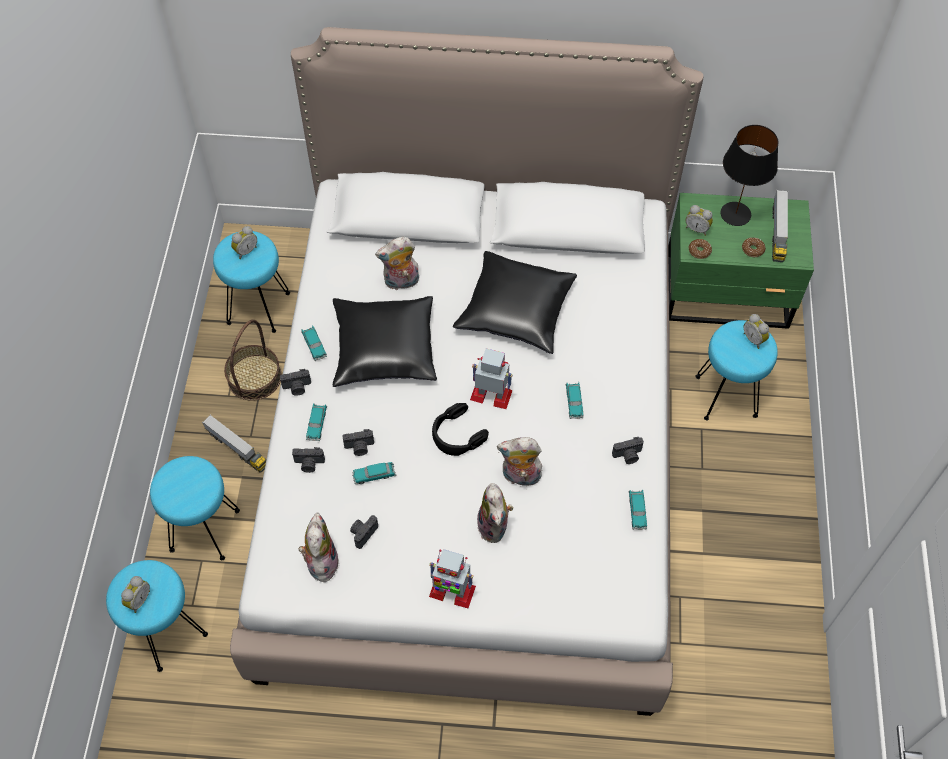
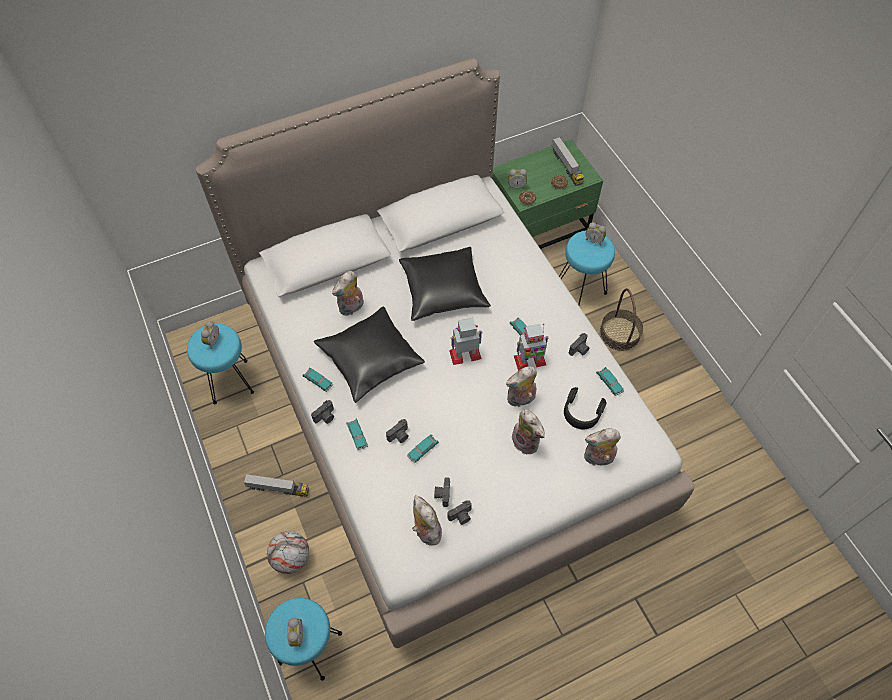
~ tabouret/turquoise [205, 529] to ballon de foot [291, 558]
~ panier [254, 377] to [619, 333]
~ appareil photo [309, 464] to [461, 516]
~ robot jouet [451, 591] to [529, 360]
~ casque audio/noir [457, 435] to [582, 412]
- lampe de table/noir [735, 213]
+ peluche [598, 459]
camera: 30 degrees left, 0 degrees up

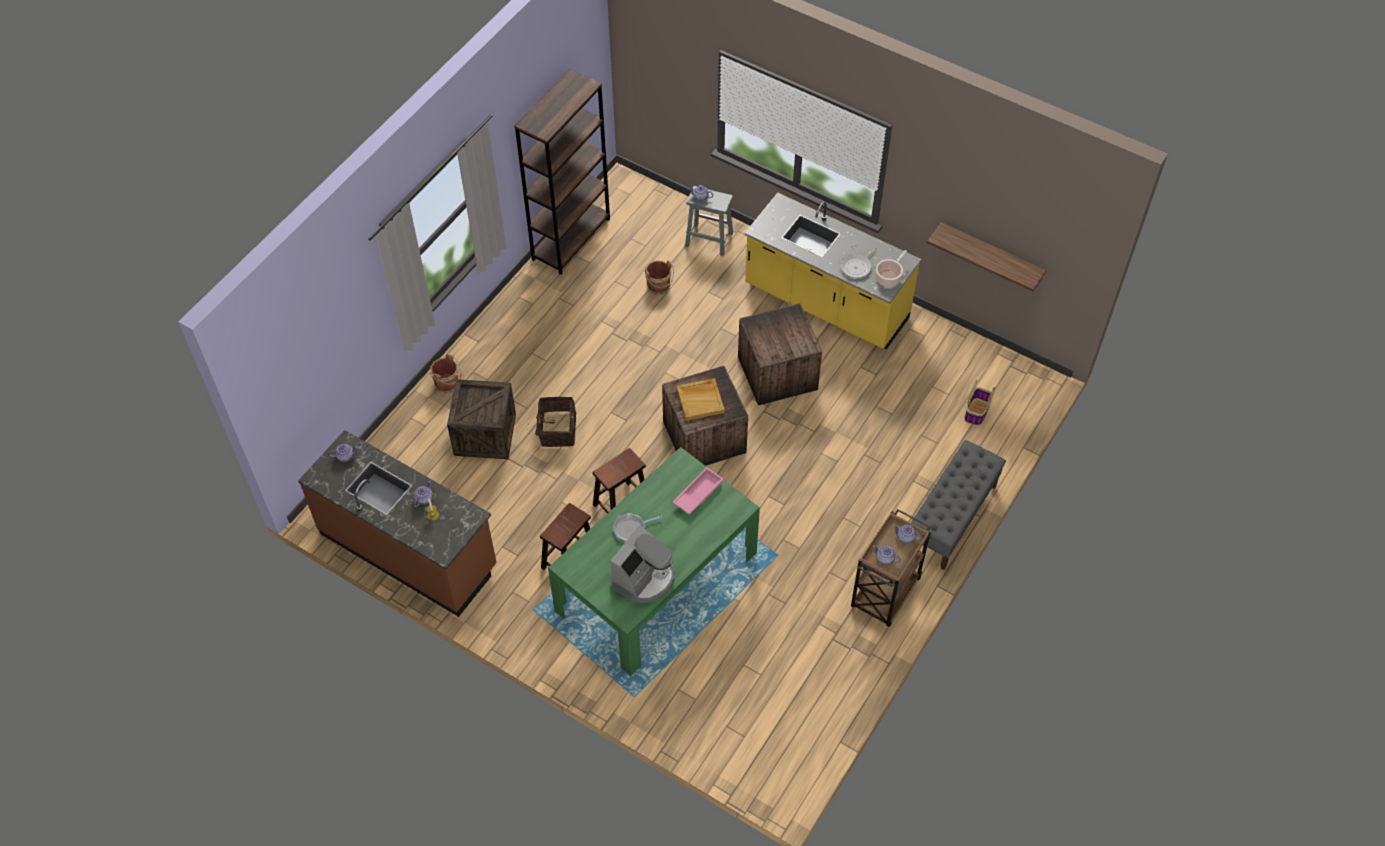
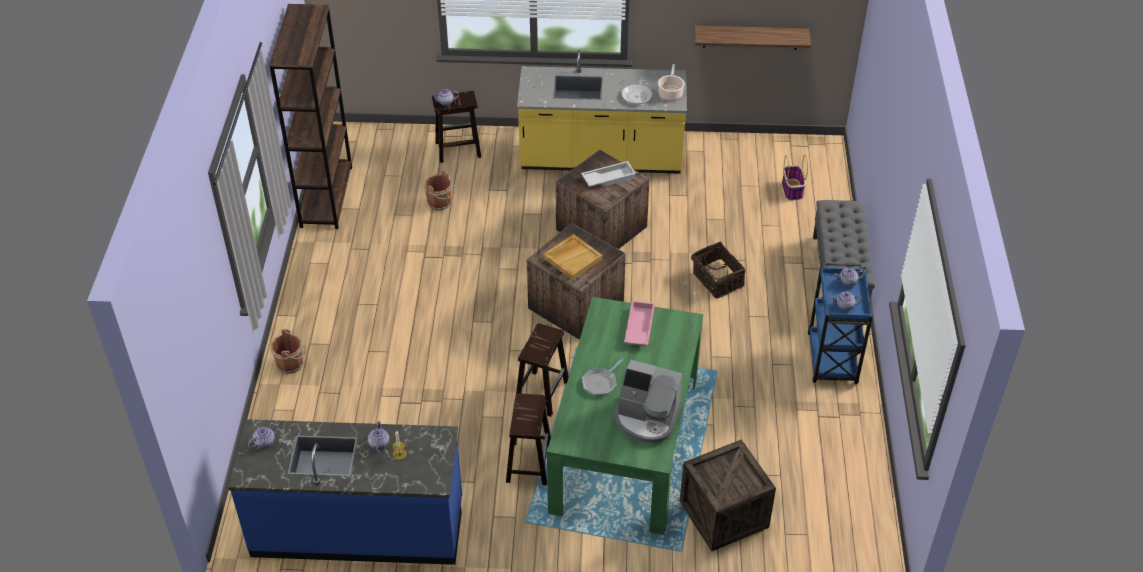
~ comptoir de cuisine/marron [409, 549] to comptoir de cuisine/bleu [358, 527]
~ caisse [485, 434] to [724, 514]
~ panier [556, 429] to [716, 280]
~ machine à café [644, 578] = [646, 418] 105 degrees clockwise
~ tabouret/gris [708, 239] to tabouret/marron [457, 150]
~ chariot/marron [885, 594] to chariot/bleu [832, 360]
+ plateau/blanc [608, 178]
camera: 30 degrees left, 10 degrees down

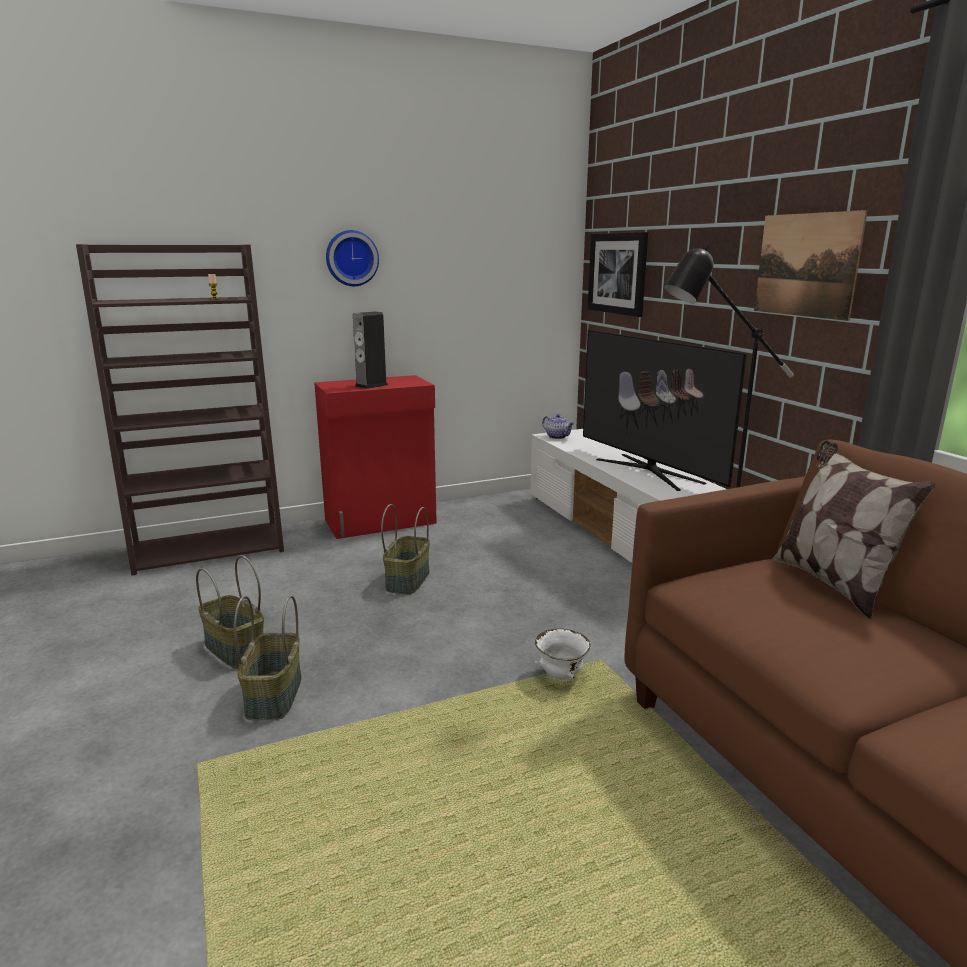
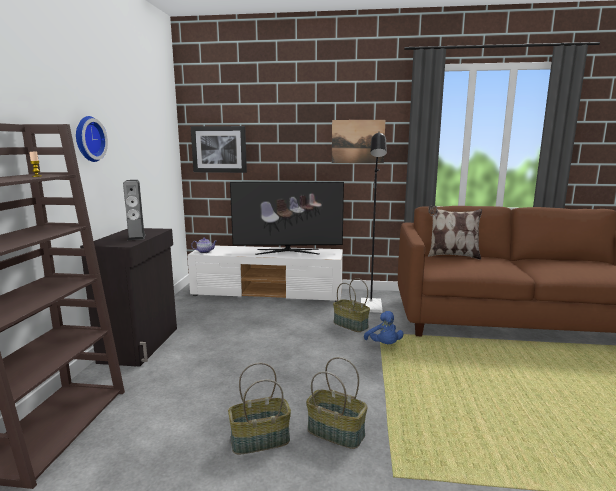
~ meuble de rangement/rouge [381, 522] to meuble de rangement/noir [141, 344]
~ panier [407, 580] to [350, 325]
~ bol/blanc [561, 676] to peluche/bleu [384, 345]
camera: 60 degrees left, 5 degrees down

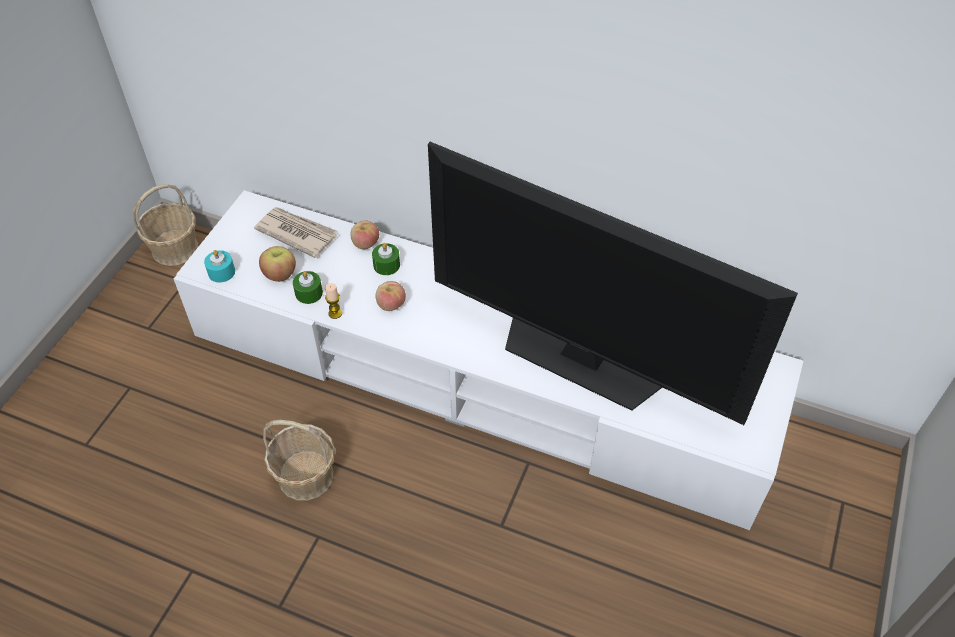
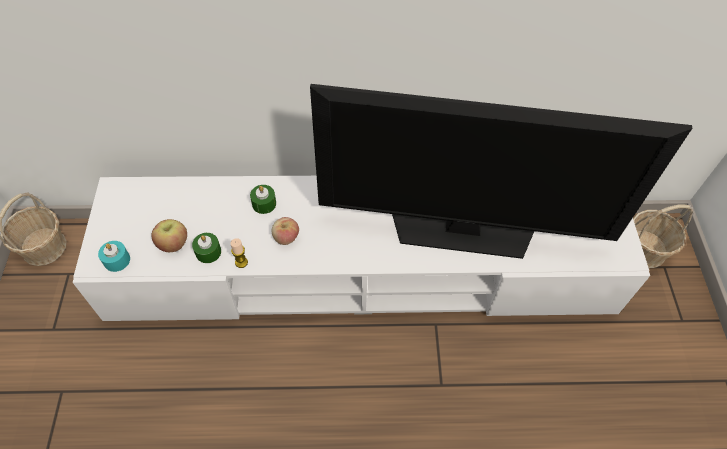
- journal [296, 233]
~ panier [306, 476] to [645, 250]
- pomme [365, 244]
camera: 25 degrees left, 5 degrees up

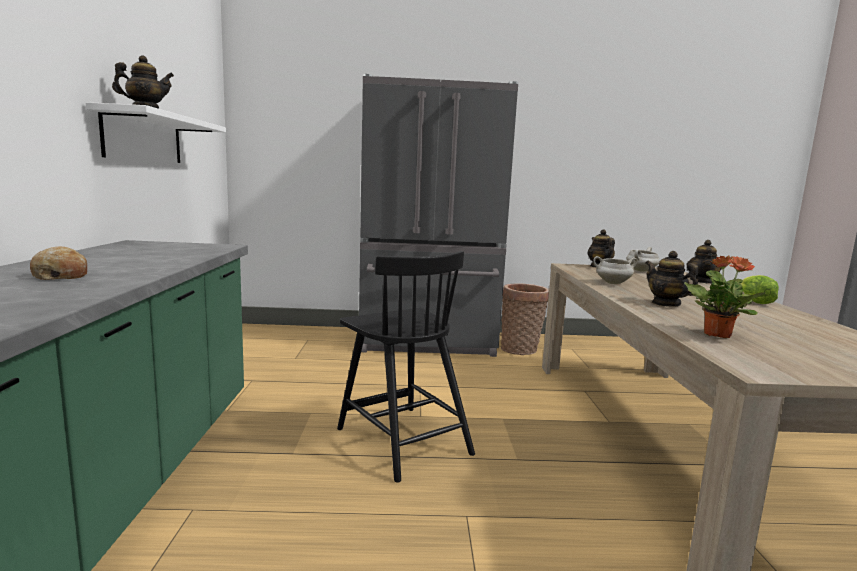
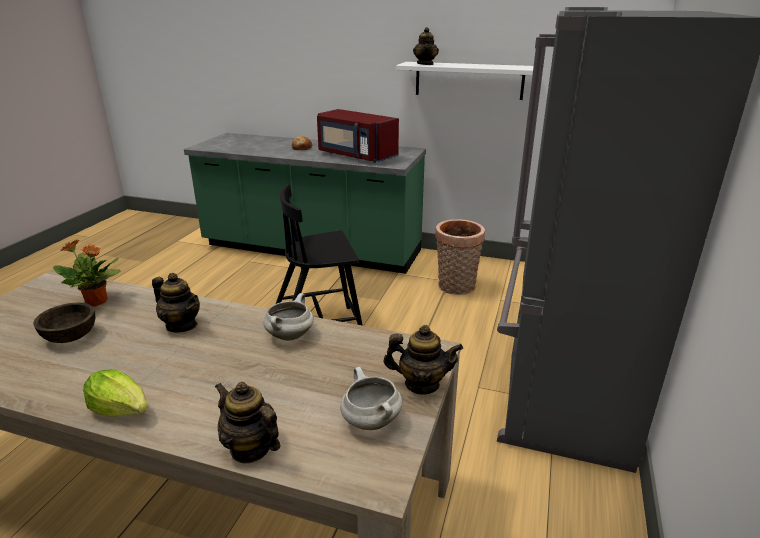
~ panier [521, 349] to [456, 288]
~ théière [666, 304] = [181, 325] 45 degrees clockwise
+ bol/marron [71, 337]
+ micro-ondes/rouge [356, 156]
camera: 110 degrees right, 15 degrees up

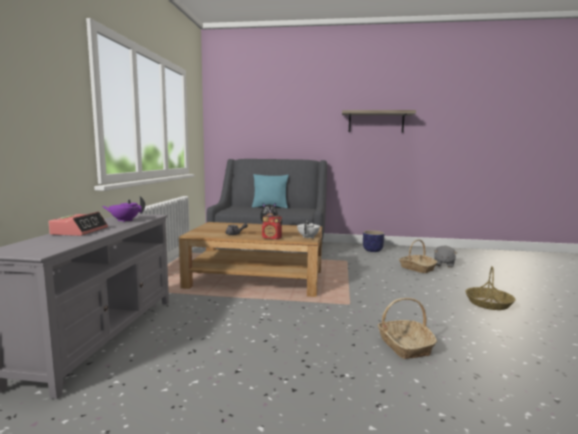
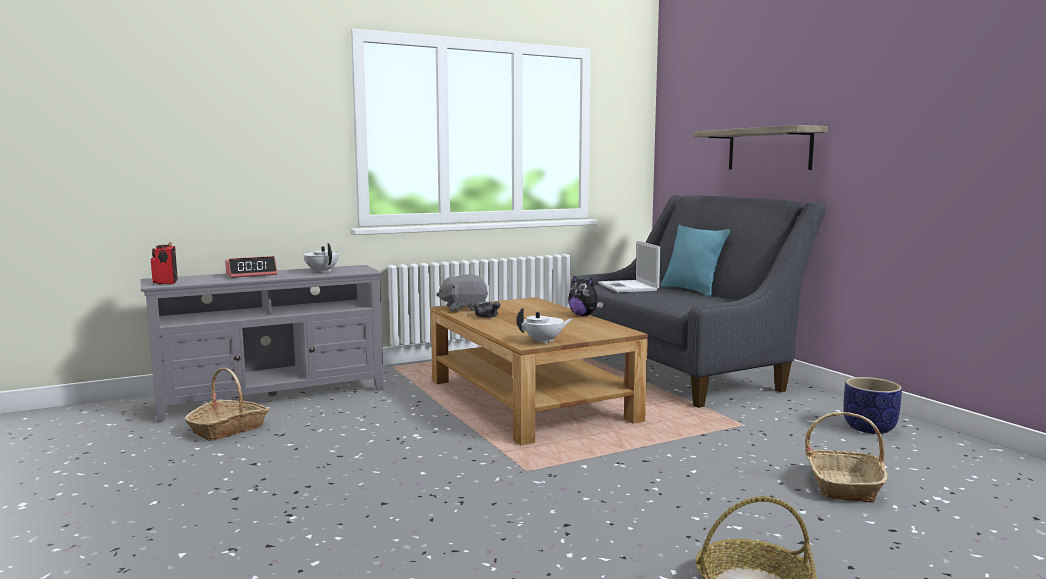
~ théière/violet [125, 220] to théière/blanc [322, 271]
~ radio [272, 238] to [165, 282]
~ étagère [376, 122] to [769, 149]
~ panier [404, 345] to [228, 429]
~ peluche/gris [443, 264] to [463, 309]
+ ordinateur portable [628, 287]
camera: 55 degrees right, 0 degrees up

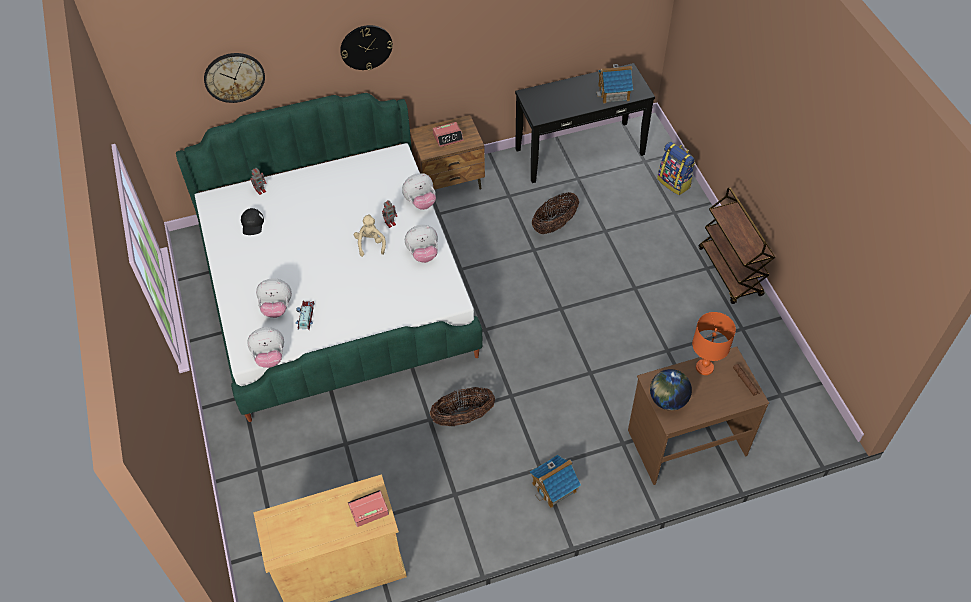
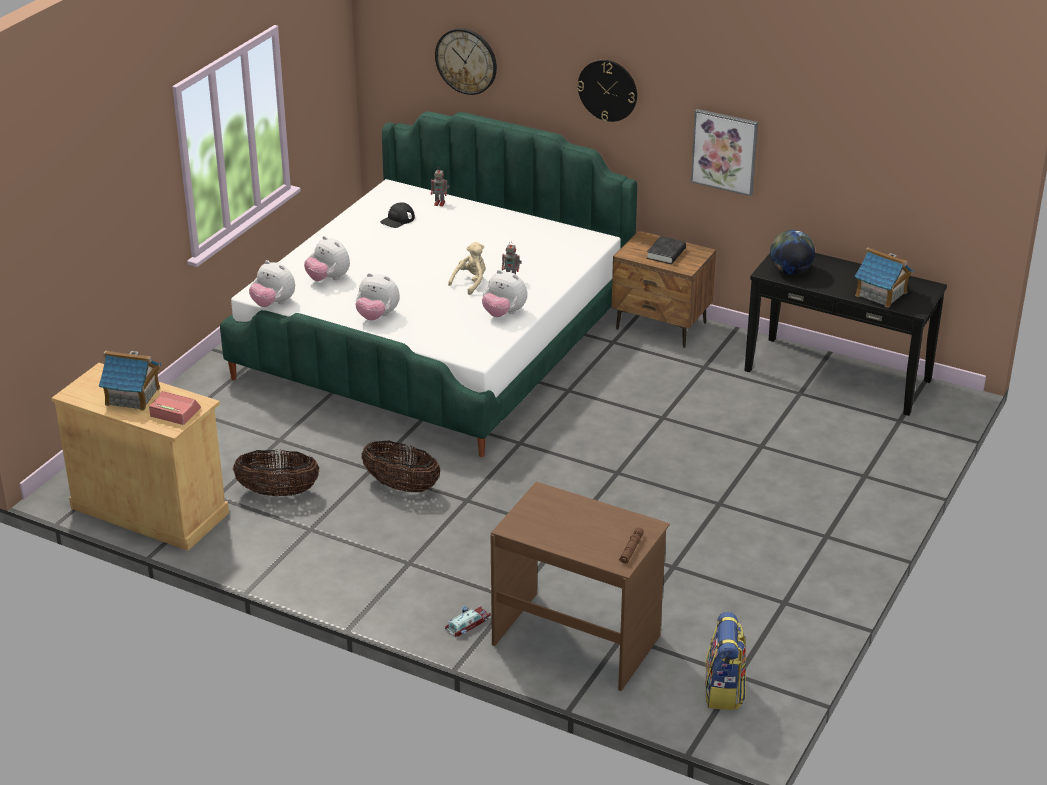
~ petite voiture [305, 317] to [467, 624]
~ peluche [420, 202] to [377, 316]
~ réveil [448, 137] to livre/noir [666, 254]
~ maison miniature [554, 487] to [133, 396]
~ panier [554, 225] to [278, 492]
~ globe [667, 400] to [790, 271]
~ sac à dos [674, 183] to [724, 691]
- lampe de table/orange [704, 368]
- chariot/marron [730, 272]
+ tableau [725, 151]
camera: 45 degrees right, 20 degrees down

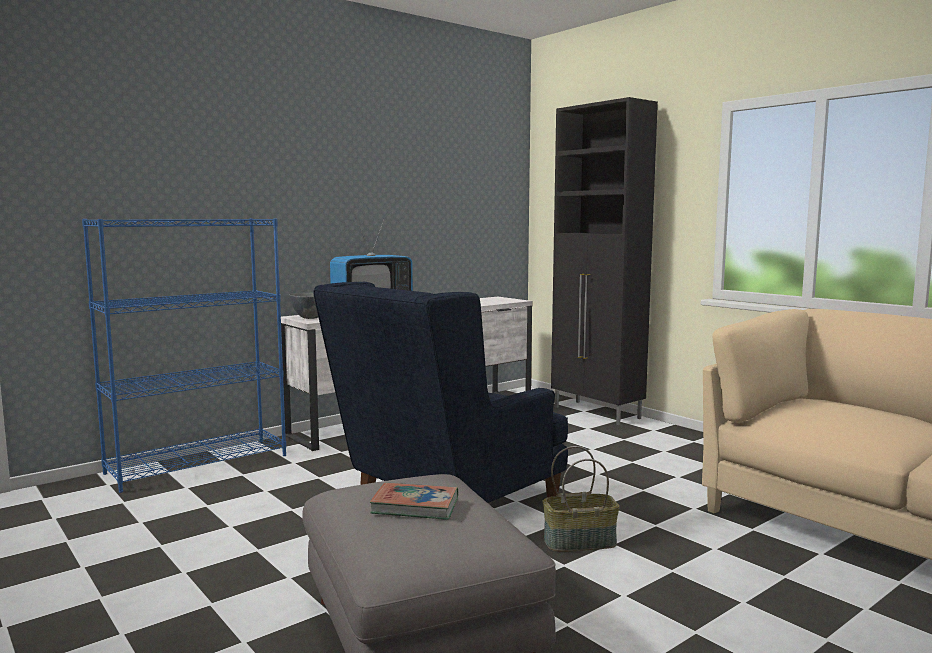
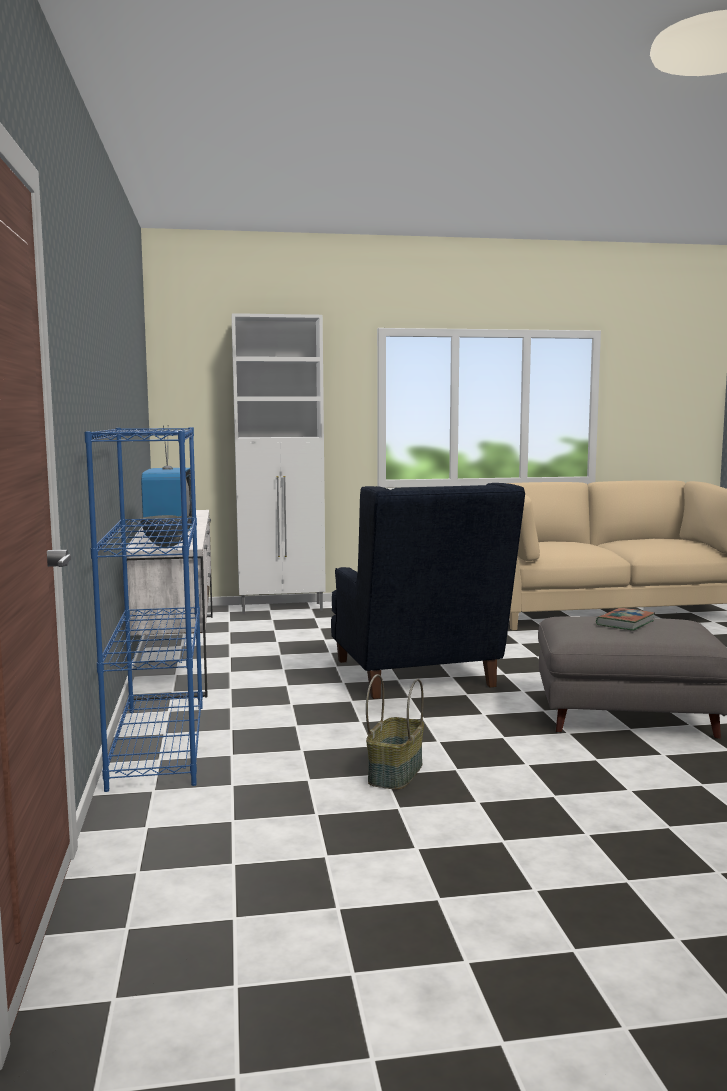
~ panier [580, 541] to [394, 773]
~ meuble de rangement/noir [597, 413] to meuble de rangement/blanc [283, 608]
camera: 60 degrees left, 0 degrees up

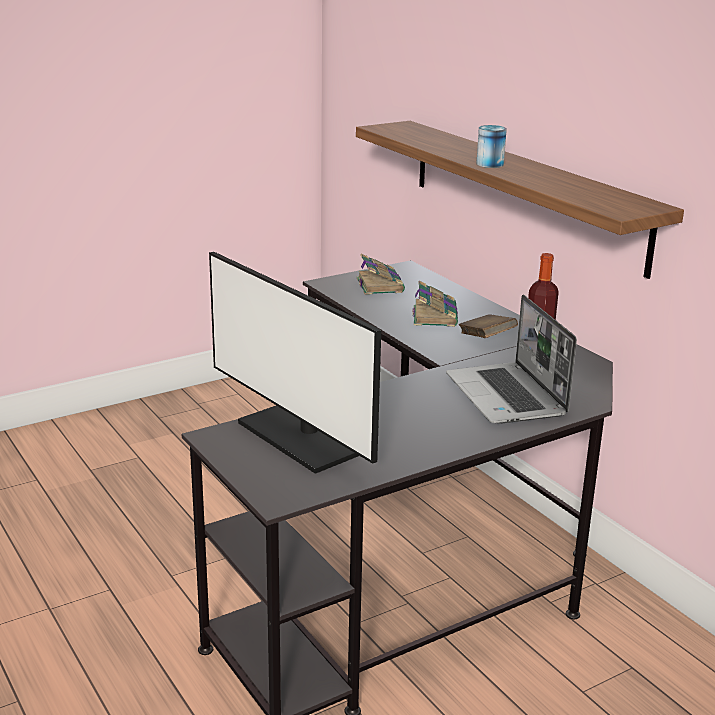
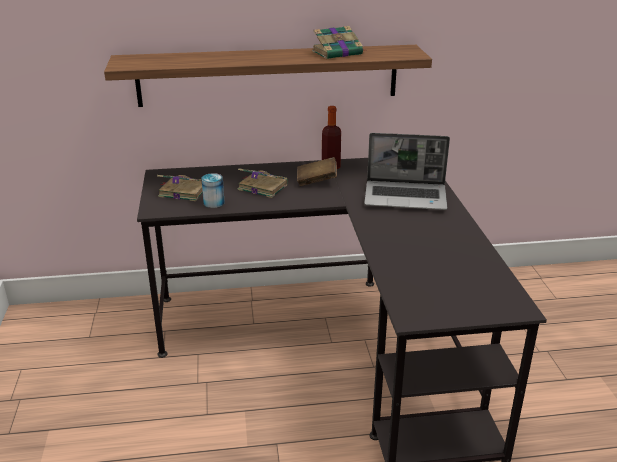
- écran d'ordinateur [299, 438]
~ boîte métallique [490, 164] to [214, 203]
+ livre [338, 53]
camera: 65 degrees left, 5 degrees up

